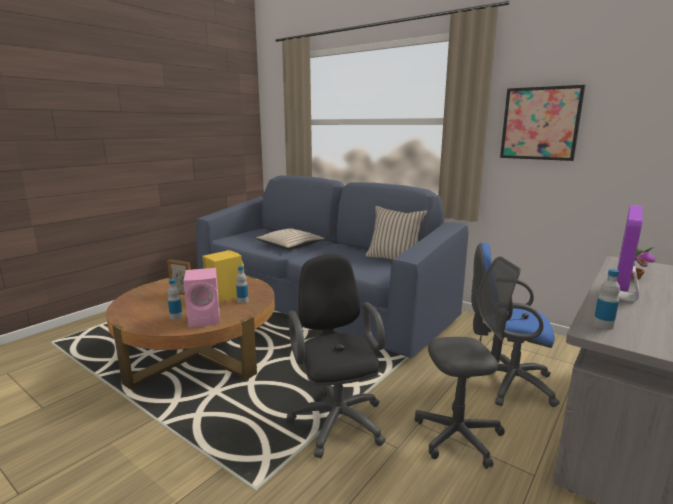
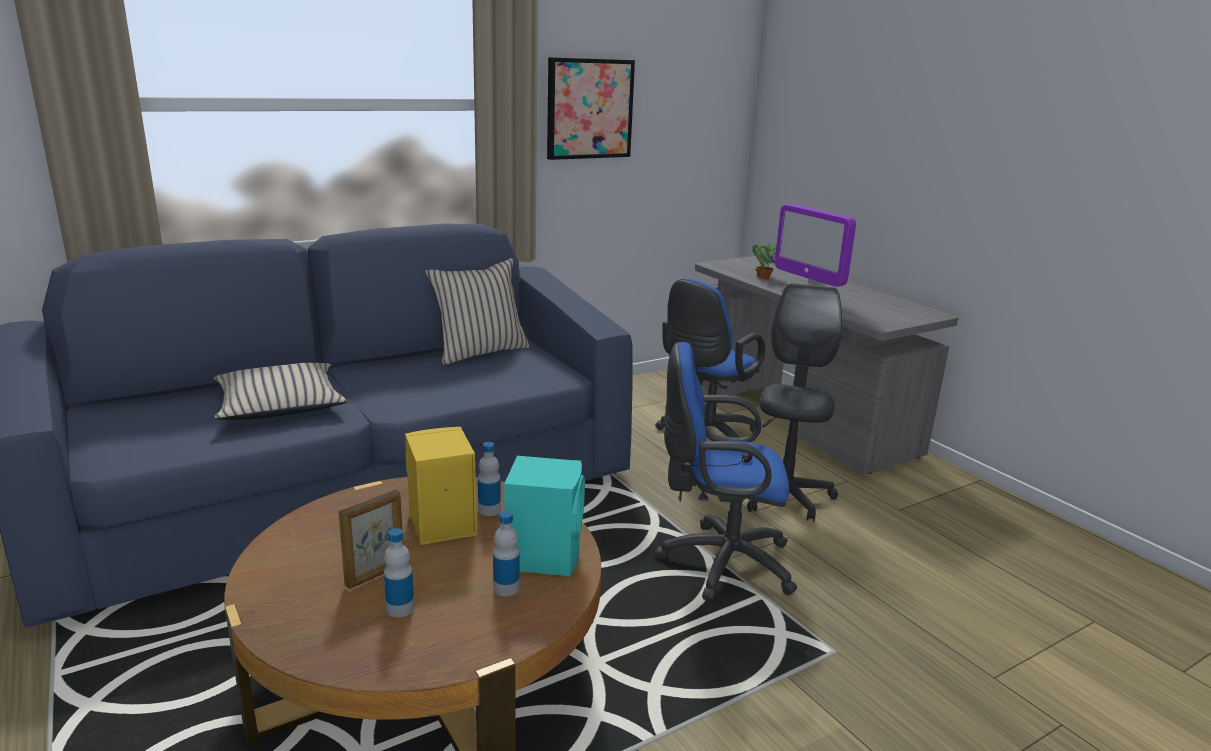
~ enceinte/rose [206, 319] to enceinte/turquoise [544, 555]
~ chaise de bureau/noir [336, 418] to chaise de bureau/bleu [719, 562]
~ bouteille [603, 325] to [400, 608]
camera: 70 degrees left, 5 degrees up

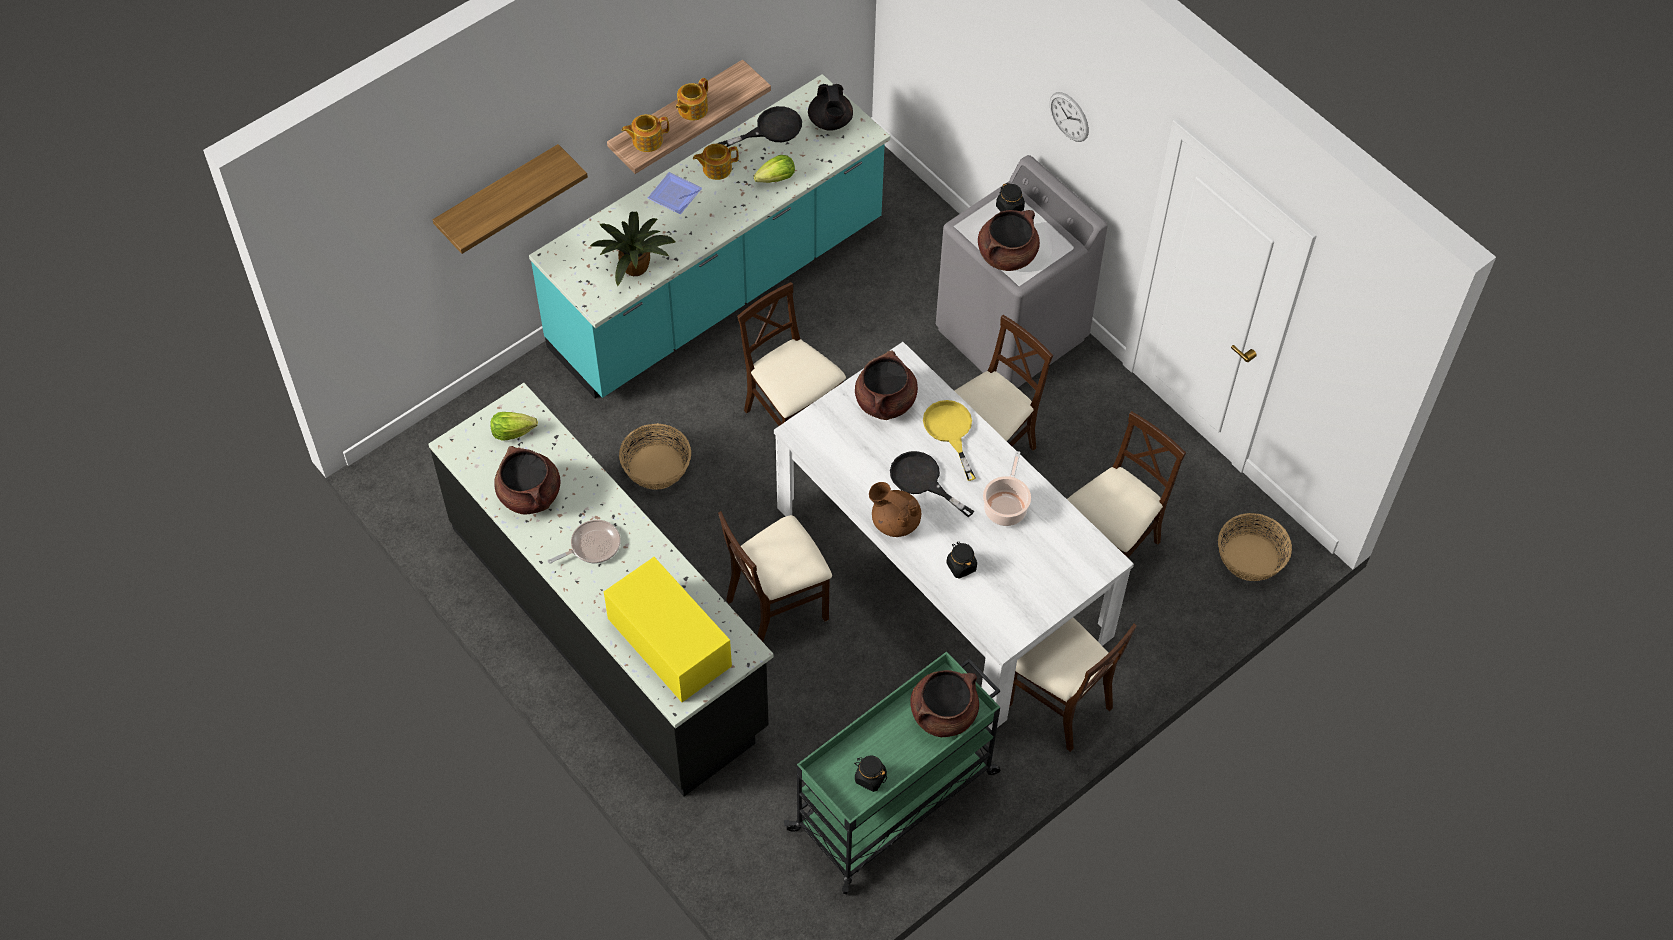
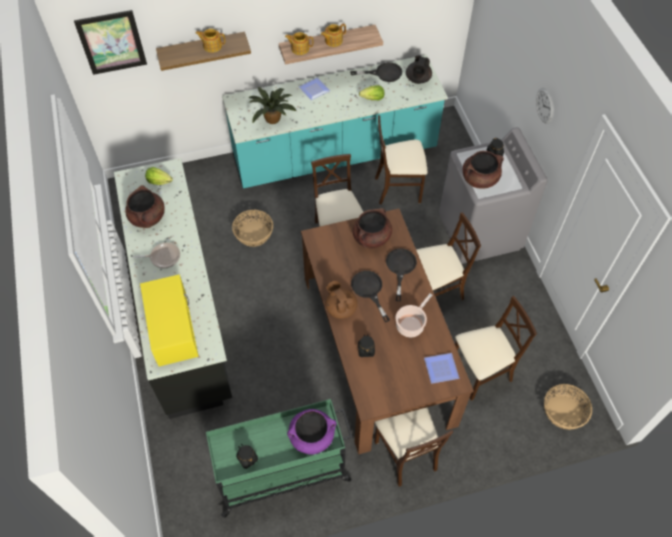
~ théière [716, 168] to [212, 46]
~ chaise/beige [777, 606] to [398, 188]
~ table à manger/blanc [942, 571] to table à manger/marron [377, 348]
~ marmite/marron [943, 713] to marmite/violet [312, 436]
~ poêle/jaune [950, 431] to poêle/noir [400, 268]
+ tableau [111, 42]
+ assiette [442, 367]
camera: 25 degrees right, 0 degrees up

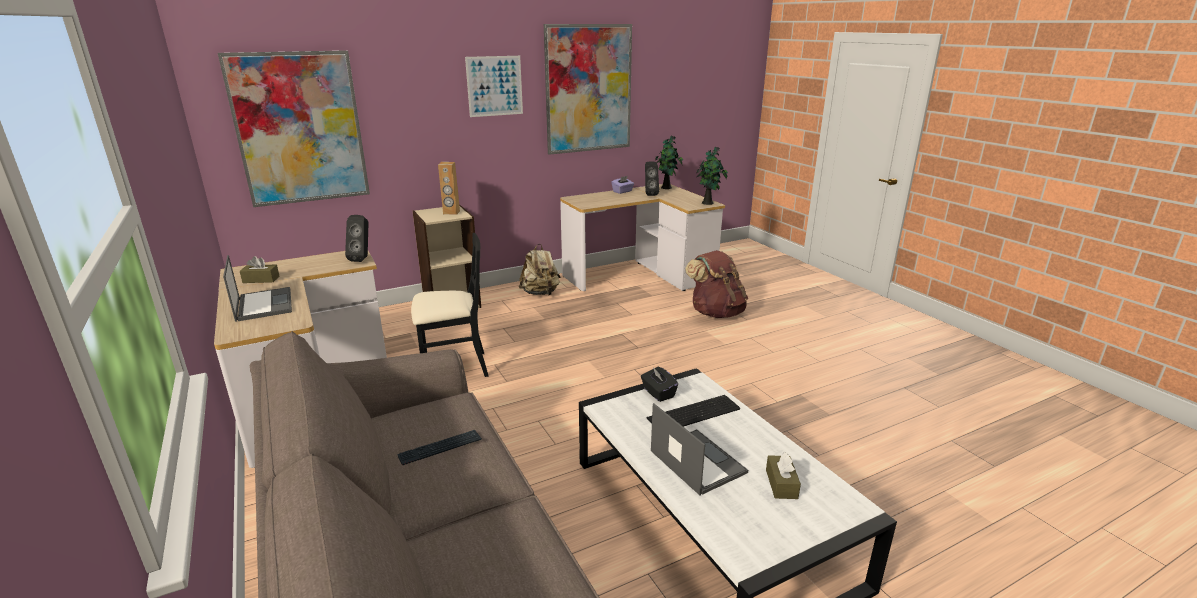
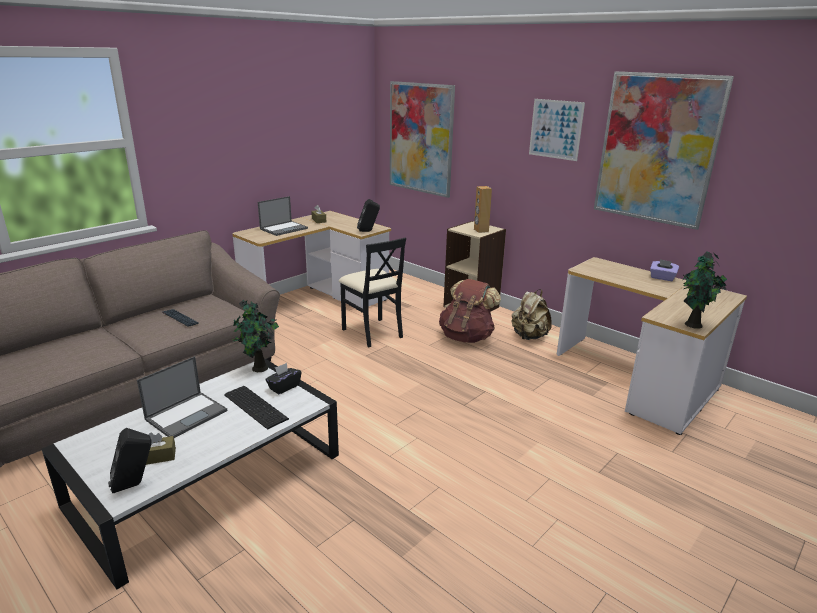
~ enceinte/noir [650, 194] to [135, 485]
~ plante en pot [667, 188] to [259, 369]
~ sac à dos/marron [716, 313] to [467, 337]
camera: 70 degrees right, 0 degrees up

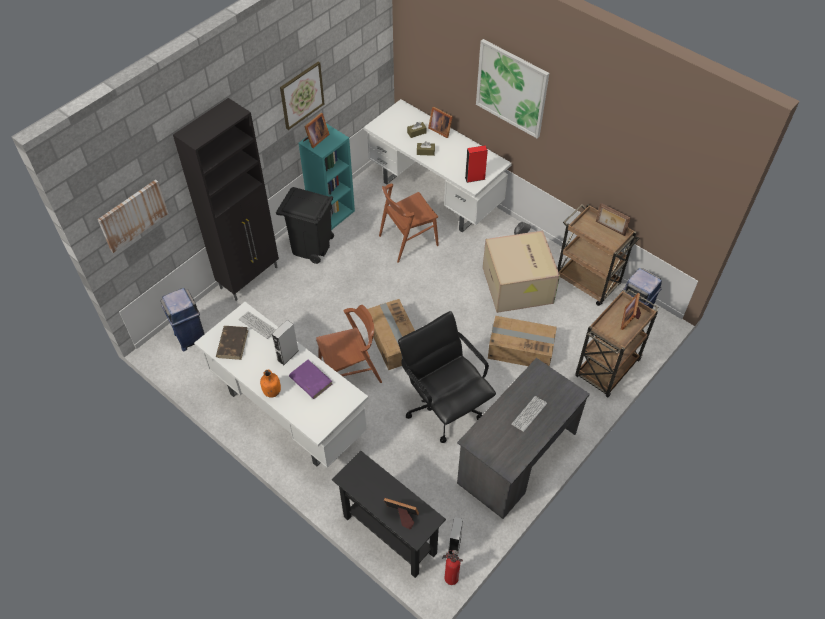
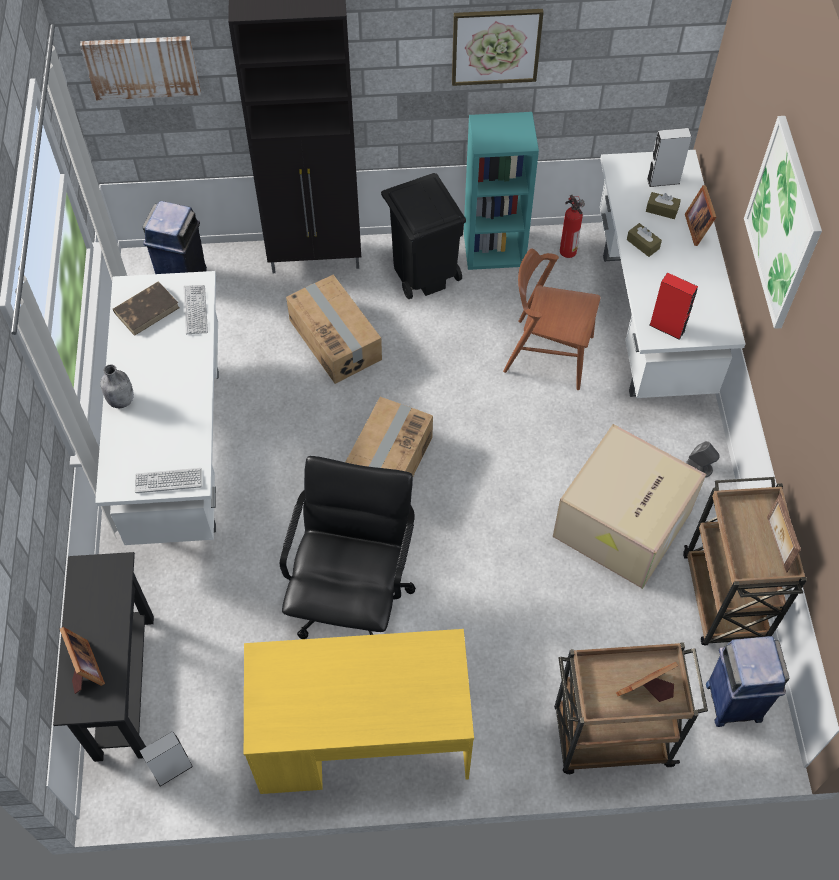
~ bouteille/orange [272, 391] to bouteille/gris [121, 400]
~ enceinte/gris [288, 355] to [663, 180]
- livre/violet [310, 380]
- cadre photo [315, 139]
- chaise/marron [350, 372]
~ extincteur [450, 577] to [567, 250]
~ bureau/gris [517, 458] to bureau/jaune [362, 738]
~ carton [520, 349] to [336, 339]
~ clavier [529, 414] to [168, 481]
camera: 45 degrees right, 5 degrees up

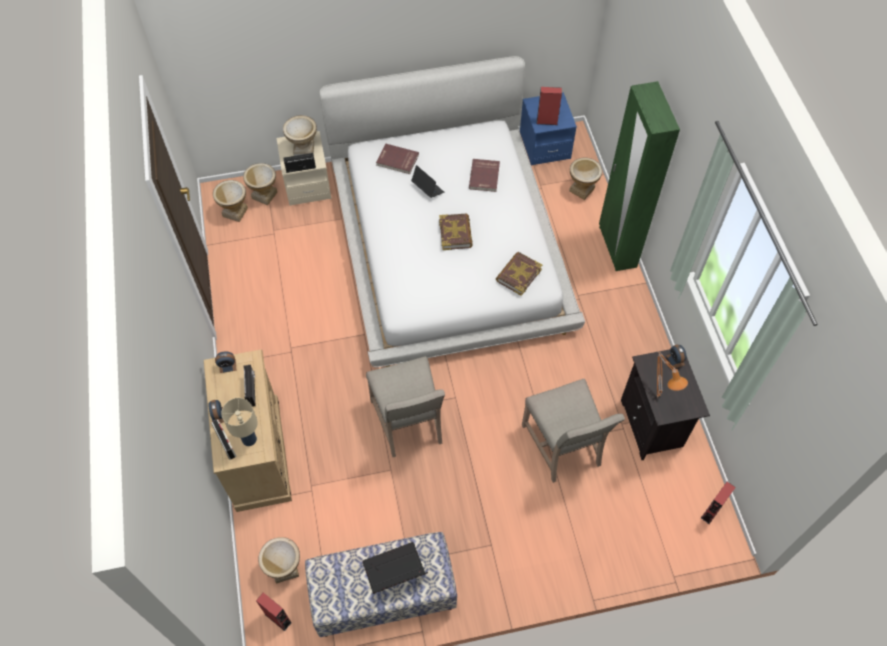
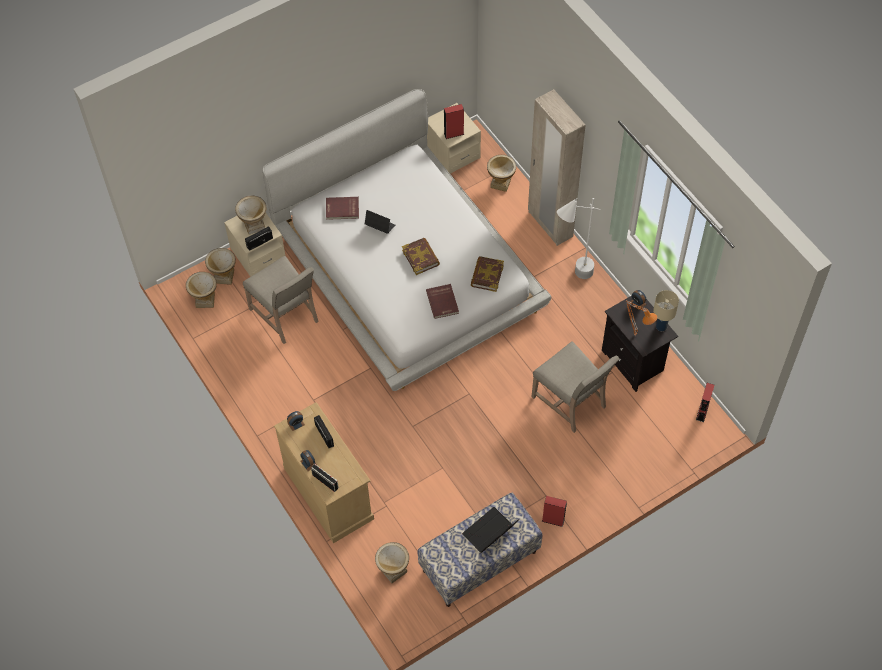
~ lampe de table/beige [249, 440] to [661, 326]
~ enceinte/rouge [278, 618] to [553, 520]
~ chaise/beige [409, 423] to [286, 315]
~ livre/rouge [485, 176] to [443, 302]
~ table de chevet/bleu [544, 145] to table de chevet/beige [452, 152]
~ armoire/vert [617, 247] to armoire/beige [550, 224]
+ lampadaire/blanc [572, 279]
camera: 20 degrees left, 0 degrees up

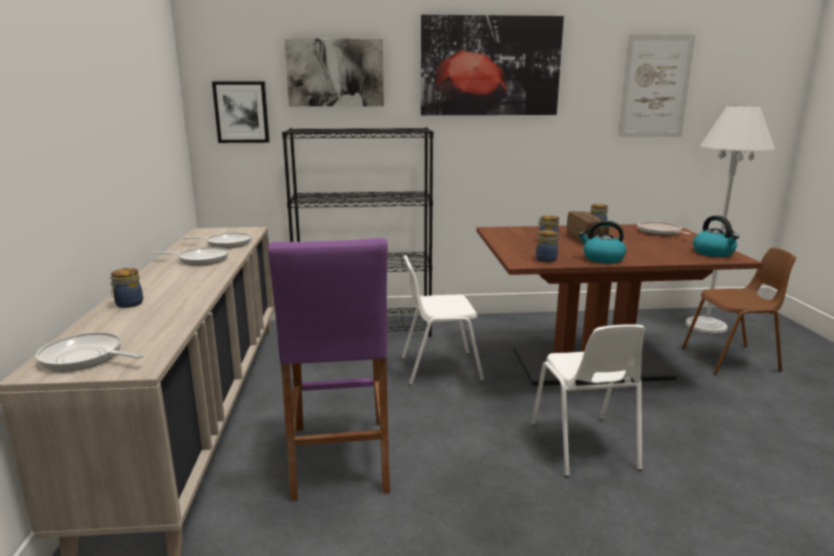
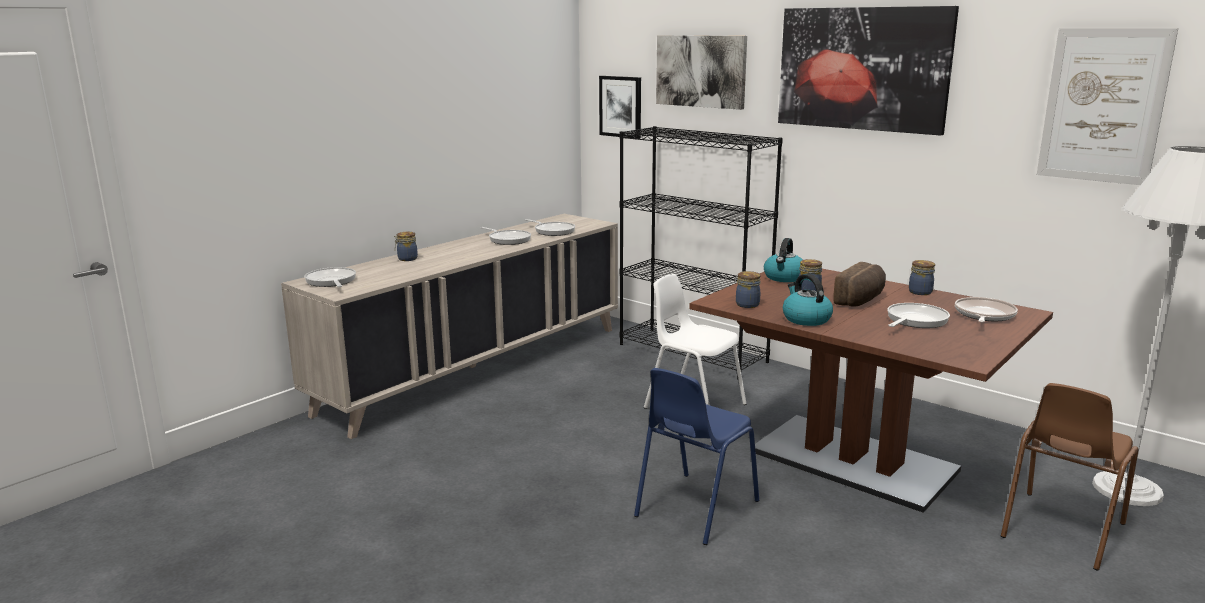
- tabouret/violet [339, 458]
~ chaise/blanc [584, 446] to chaise/bleu [694, 508]
~ chaise/marron [731, 360] = [1060, 530] 90 degrees clockwise
~ bouilloire [714, 253] to [784, 278]
+ poêle [915, 320]
camera: 45 degrees right, 0 degrees up

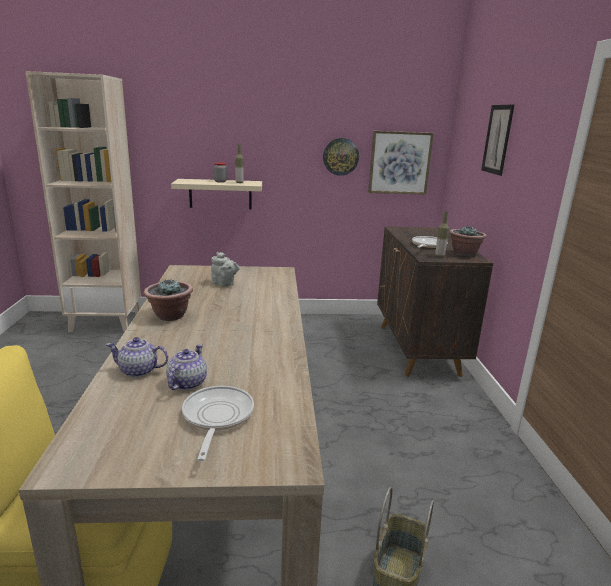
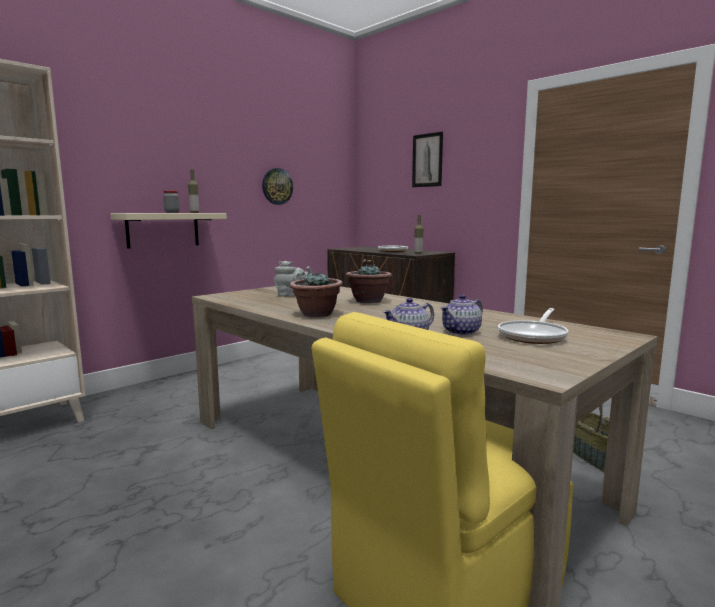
~ théière [186, 383] = [462, 332] 105 degrees counterclockwise
~ poêle [216, 418] = [534, 336] 105 degrees counterclockwise
- tableau [399, 163]
~ plante en pot [464, 254] to [368, 301]
camera: 40 degrees left, 10 degrees down

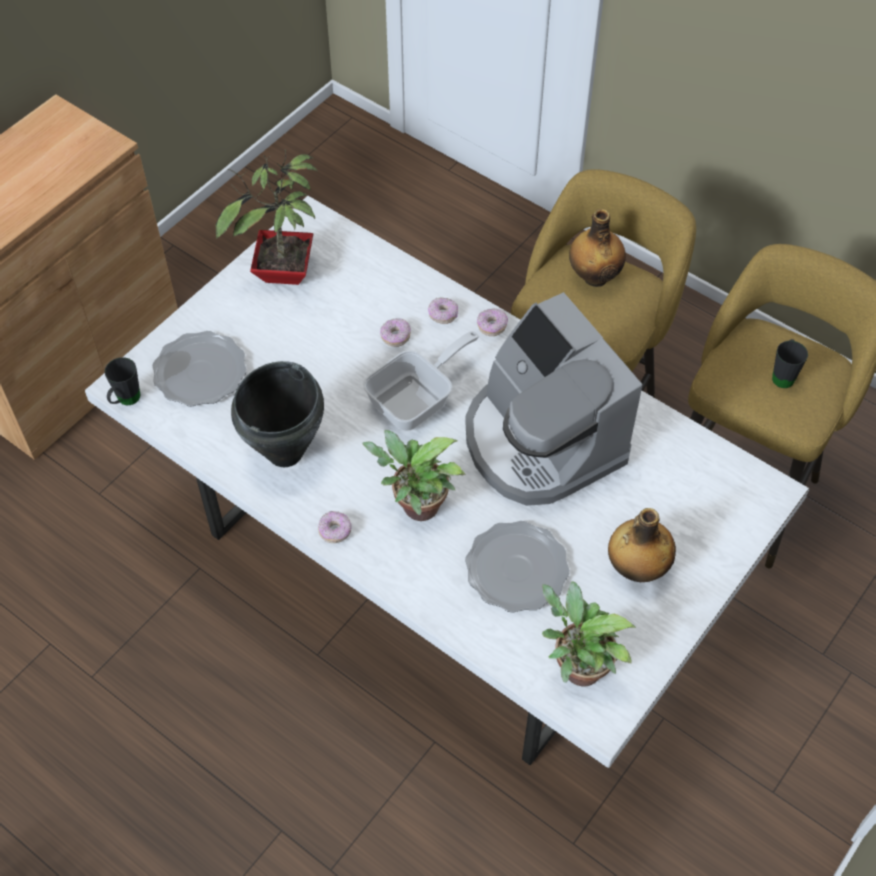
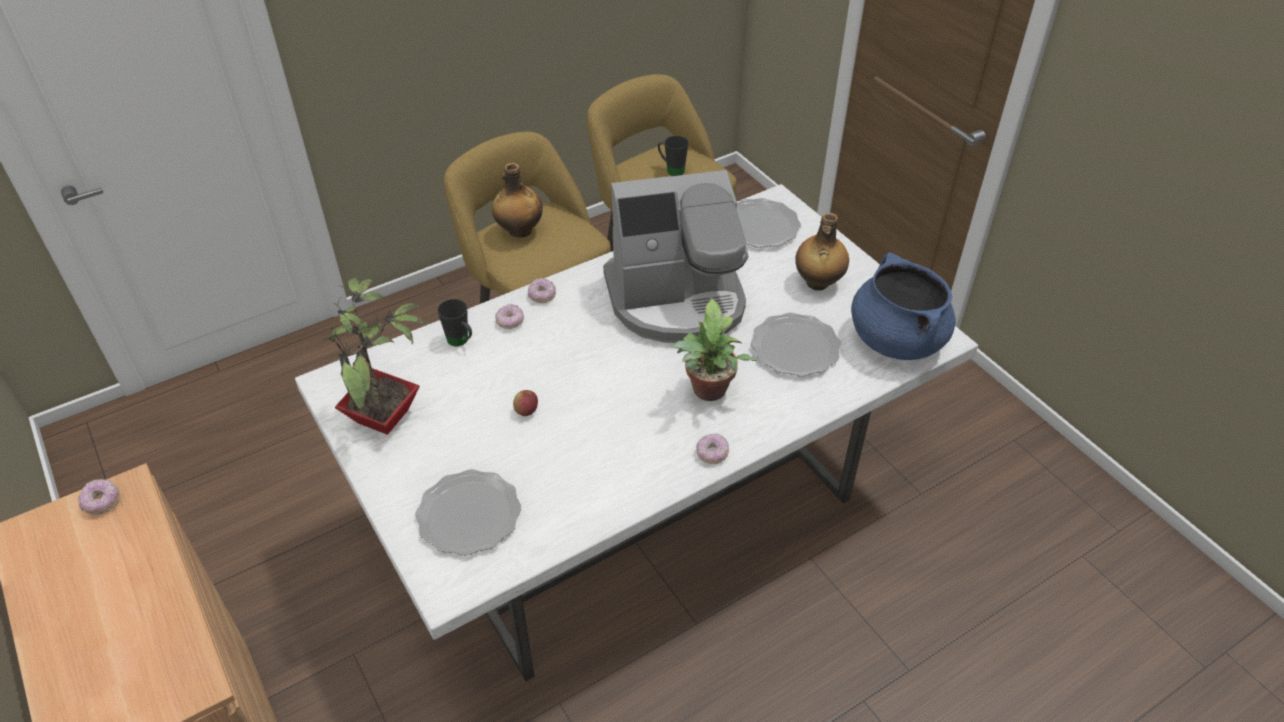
~ mug/noir [125, 401] to [461, 342]
- marmite/noir [286, 452]
- poêle [417, 399]
~ beignet [395, 337] to [102, 502]
~ plante en pot [576, 667] to marmite/bleu [895, 339]
+ pomme [526, 411]
+ assiette [759, 226]
camera: 70 degrees left, 10 degrees down

